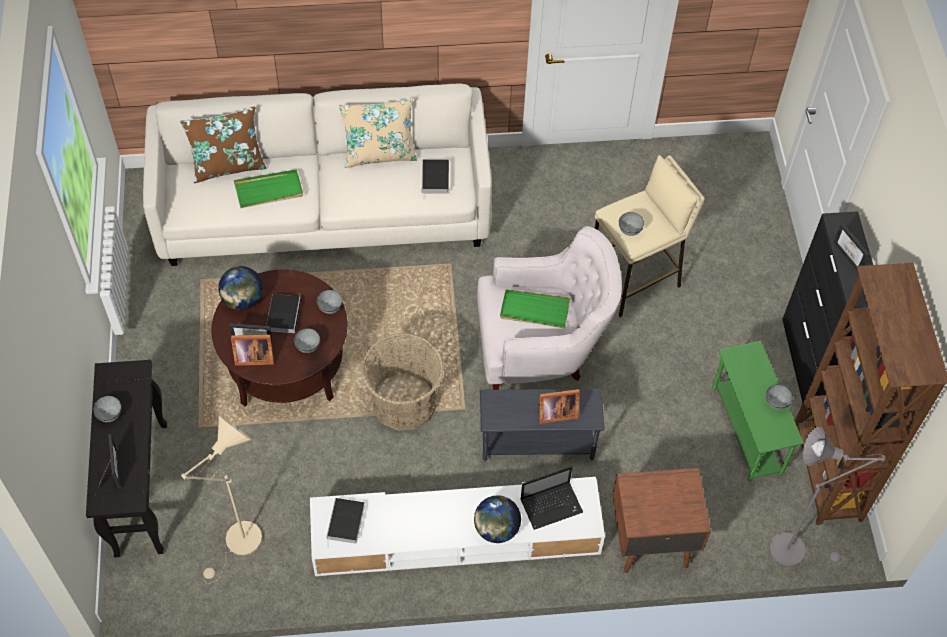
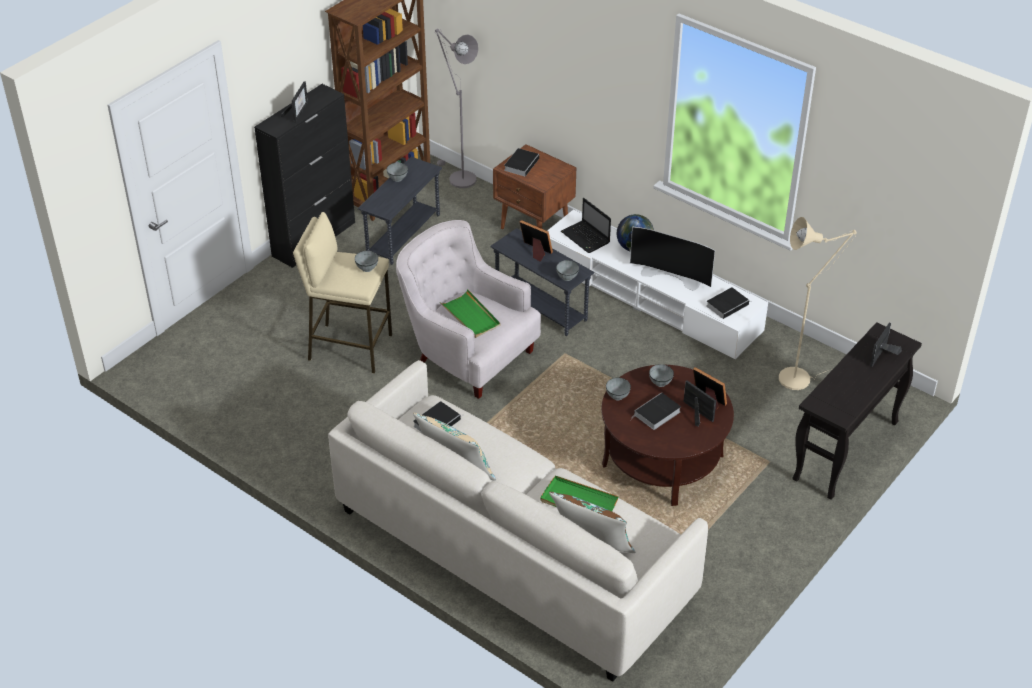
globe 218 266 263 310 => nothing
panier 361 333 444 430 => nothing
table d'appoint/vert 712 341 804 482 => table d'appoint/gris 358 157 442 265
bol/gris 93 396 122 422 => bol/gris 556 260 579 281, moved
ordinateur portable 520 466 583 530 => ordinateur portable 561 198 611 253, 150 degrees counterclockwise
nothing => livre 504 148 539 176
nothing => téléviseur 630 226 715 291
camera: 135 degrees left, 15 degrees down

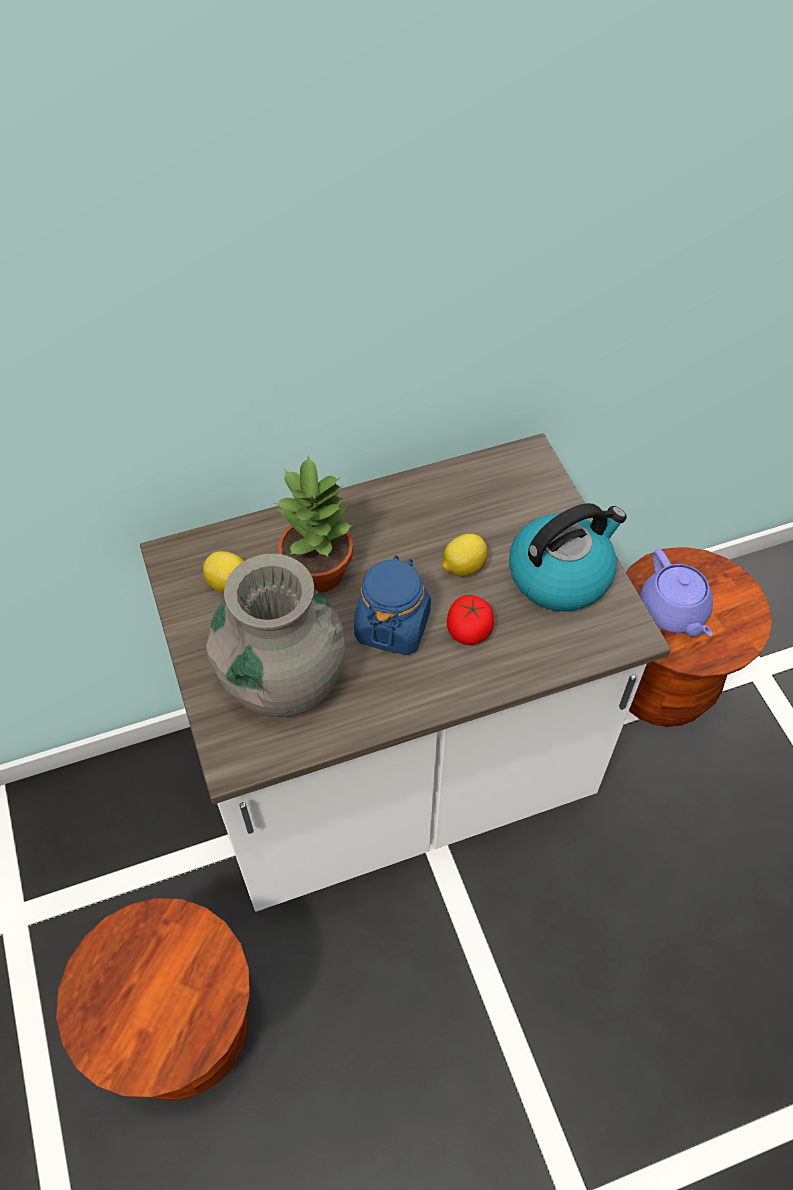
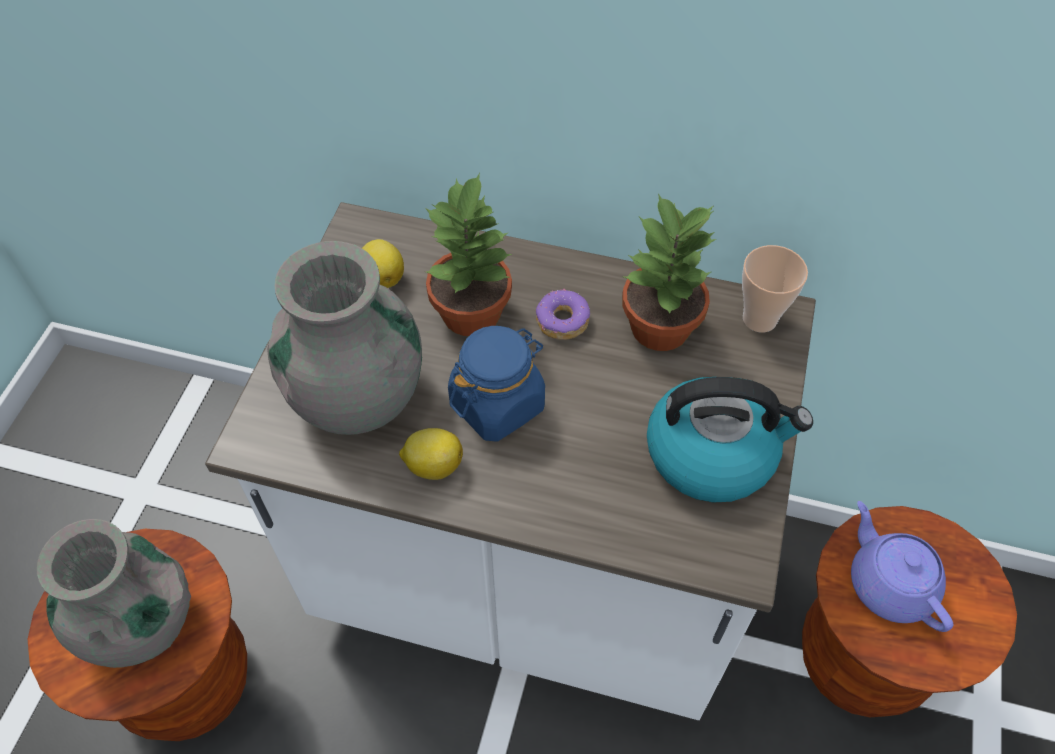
citron 442 534 488 576 => citron 399 428 463 480, moved
théière/violet 640 549 713 637 => théière/violet 851 501 953 632, 135 degrees clockwise
tomate 447 595 494 645 => nothing
nothing => plante en pot 622 194 716 351
nothing => tasse 742 245 808 333
nothing => beignet 536 289 590 340
nothing => vase/gris 37 519 191 668
camera: 35 degrees right, 0 degrees up

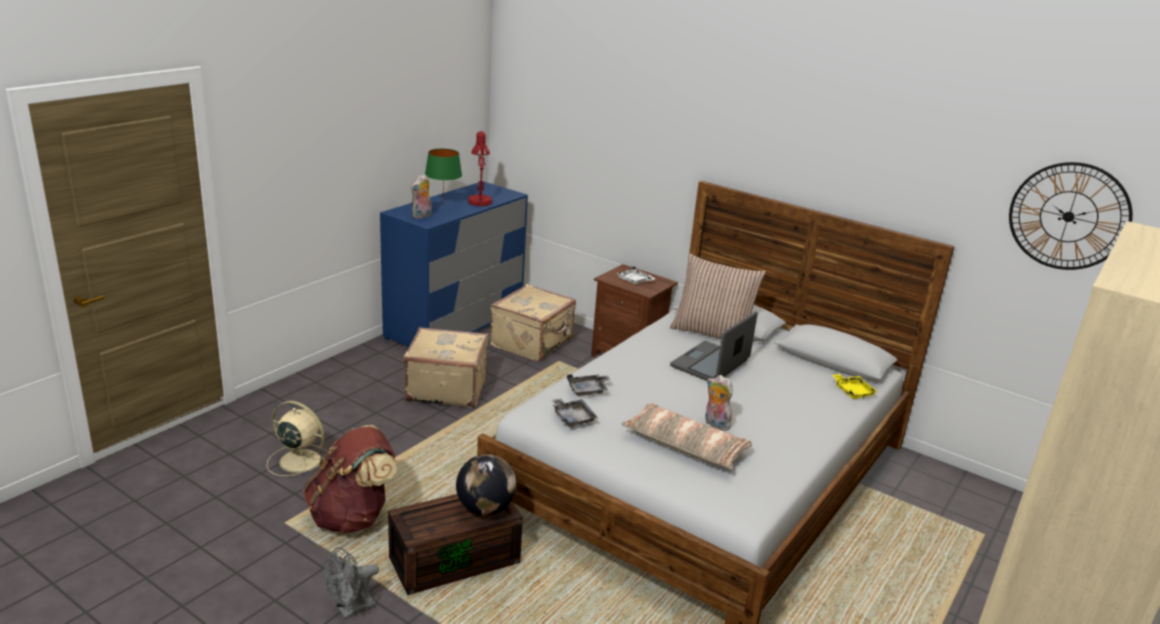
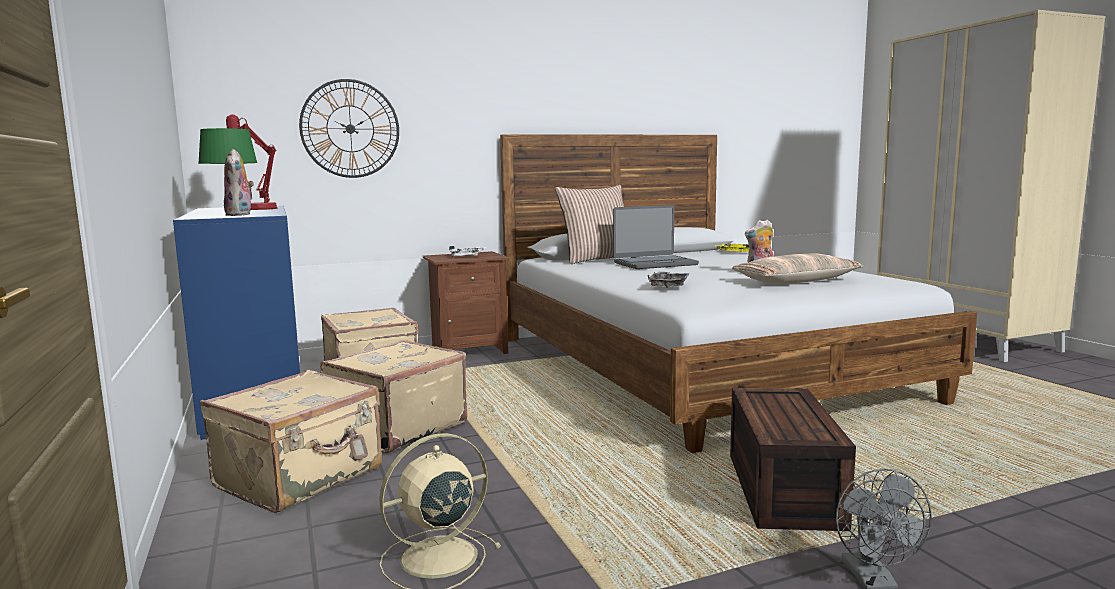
horloge murale 1009 162 1133 270 => horloge murale 299 79 399 178, moved
ordinateur portable 670 311 758 381 => ordinateur portable 613 205 699 269, 90 degrees counterclockwise
plateau/gris 551 398 598 427 => nothing
sac à dos/marron 303 425 397 533 => nothing
globe 456 454 517 516 => nothing
nothing => valise/beige 200 370 382 513
camera: 55 degrees left, 15 degrees down

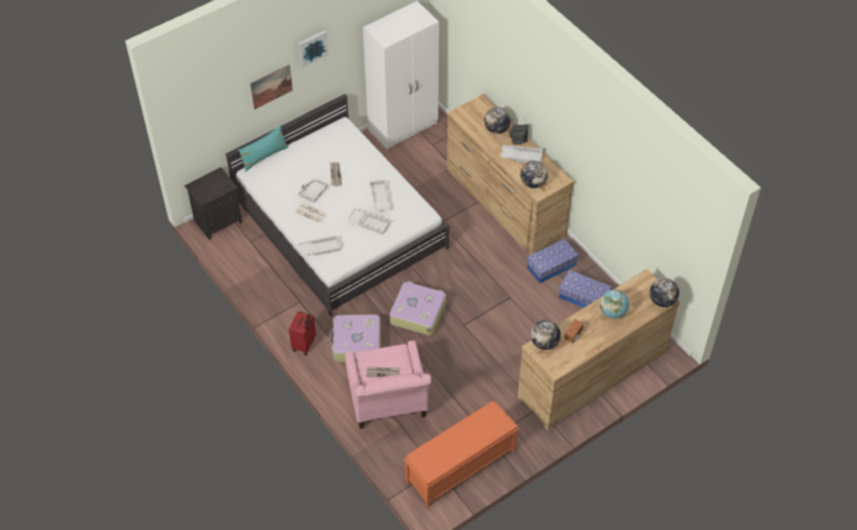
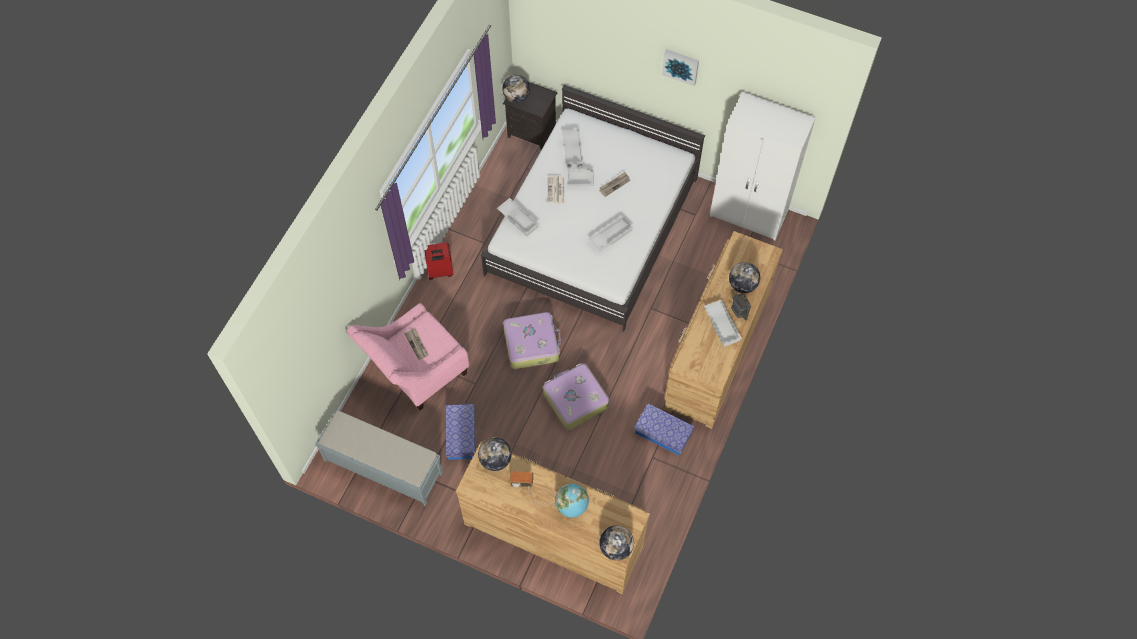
tableau 250 65 293 110 => nothing
coussin/turquoise 238 126 288 172 => nothing
globe 520 161 548 188 => globe 502 75 530 103, moved
plateau/blanc 347 208 391 235 => plateau/blanc 562 128 584 167, moved
boîte de rangement 558 270 612 308 => boîte de rangement 446 404 475 460, moved
valise 328 314 381 362 => valise 543 363 609 430, moved
banc/orange 404 401 519 508 => banc/gris 315 410 443 506
camera: 60 degrees right, 10 degrees up

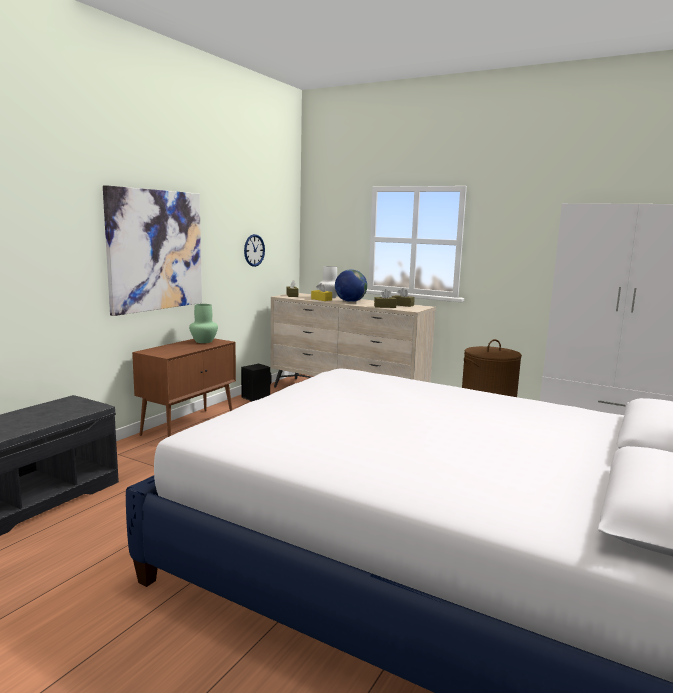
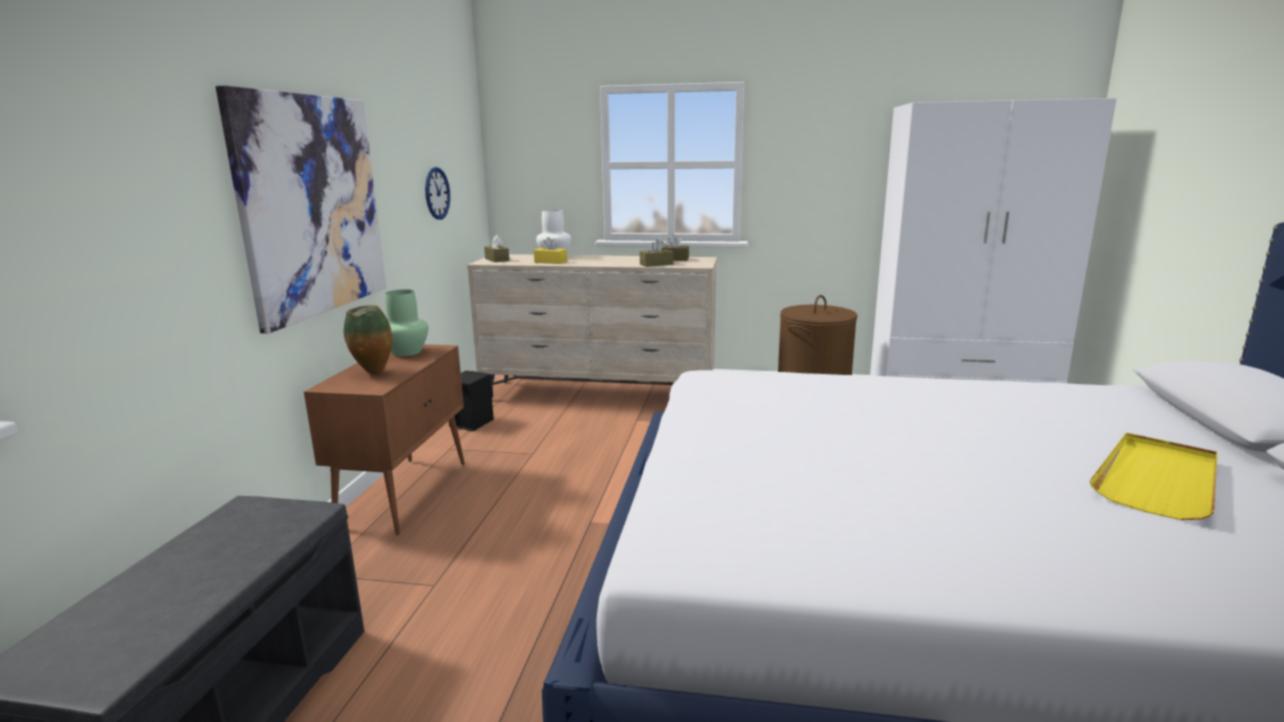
globe 335 269 367 302 => nothing
nothing => vase 343 305 392 374
nothing => plateau/jaune 1090 433 1217 520
camera: 20 degrees left, 5 degrees up

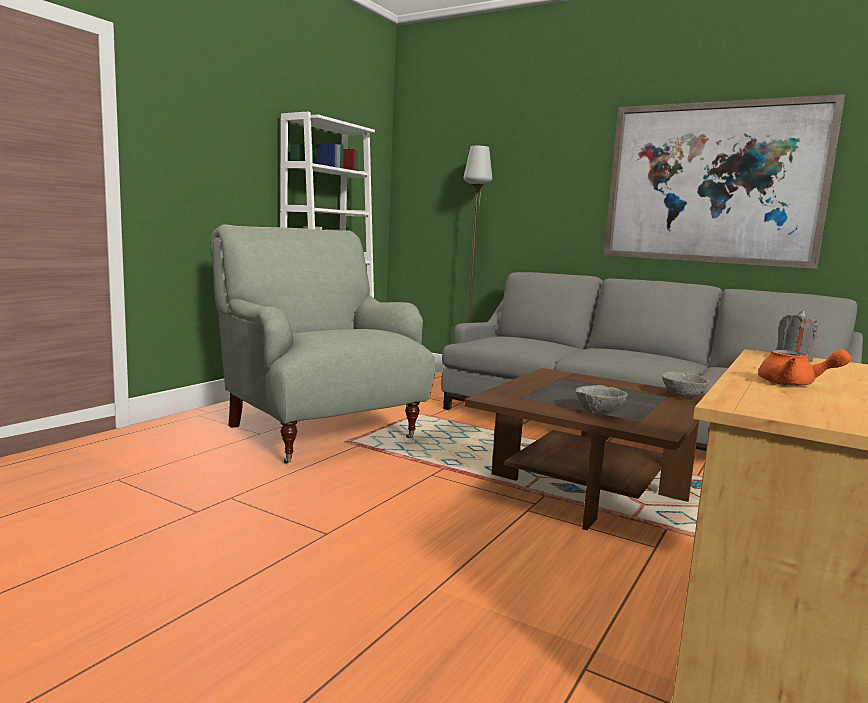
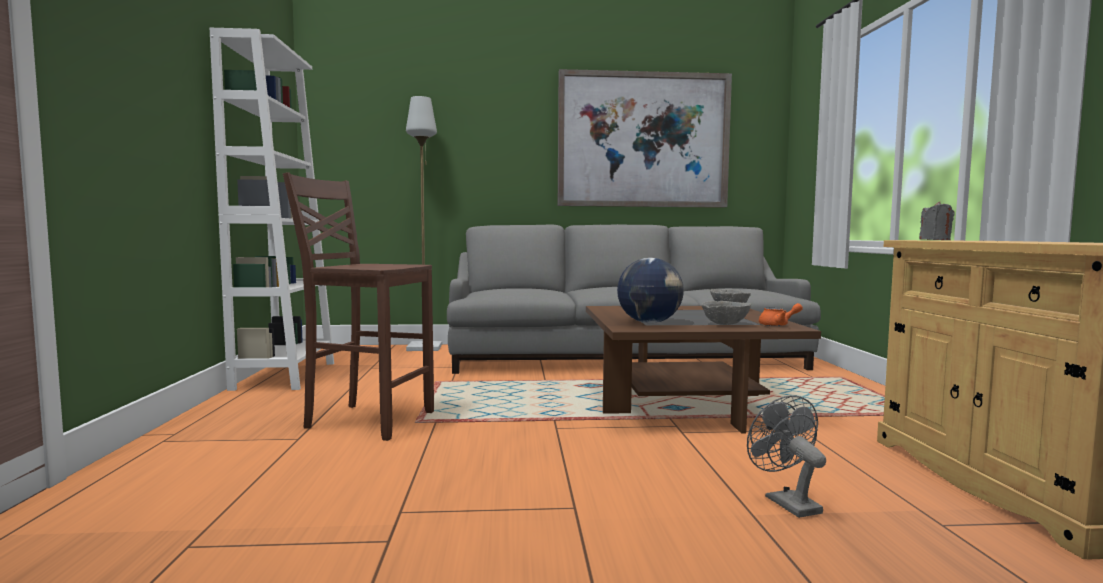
fauteuil/gris 209 225 435 464 => tabouret/marron 283 172 434 441
théière/orange 758 349 851 386 => théière/orange 759 303 803 326, moved
nothing => globe 617 258 684 323
nothing => ventilateur/gris 747 396 826 518
camera: 35 degrees left, 5 degrees down

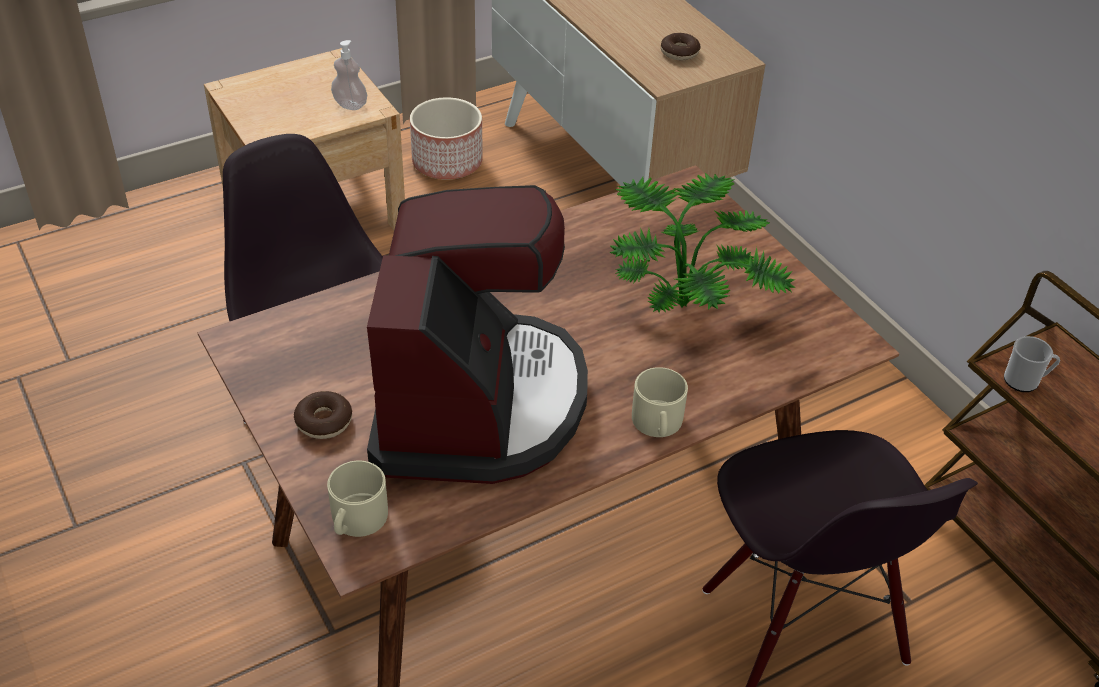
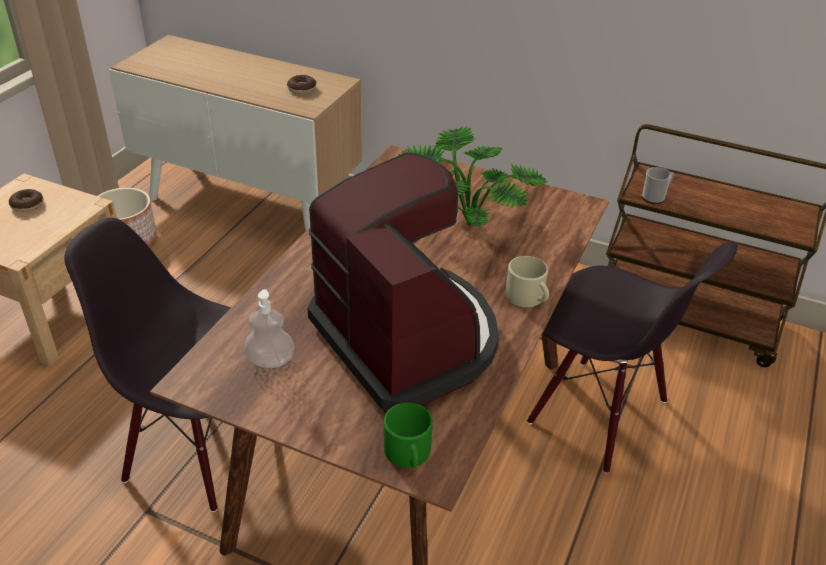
distributeur de savon 331 40 367 110 => distributeur de savon 244 289 294 368, moved
beignet 294 391 352 439 => beignet 9 189 43 212, moved
mug/beige 327 461 388 537 => mug/vert 384 403 433 468
camera: 35 degrees left, 5 degrees down

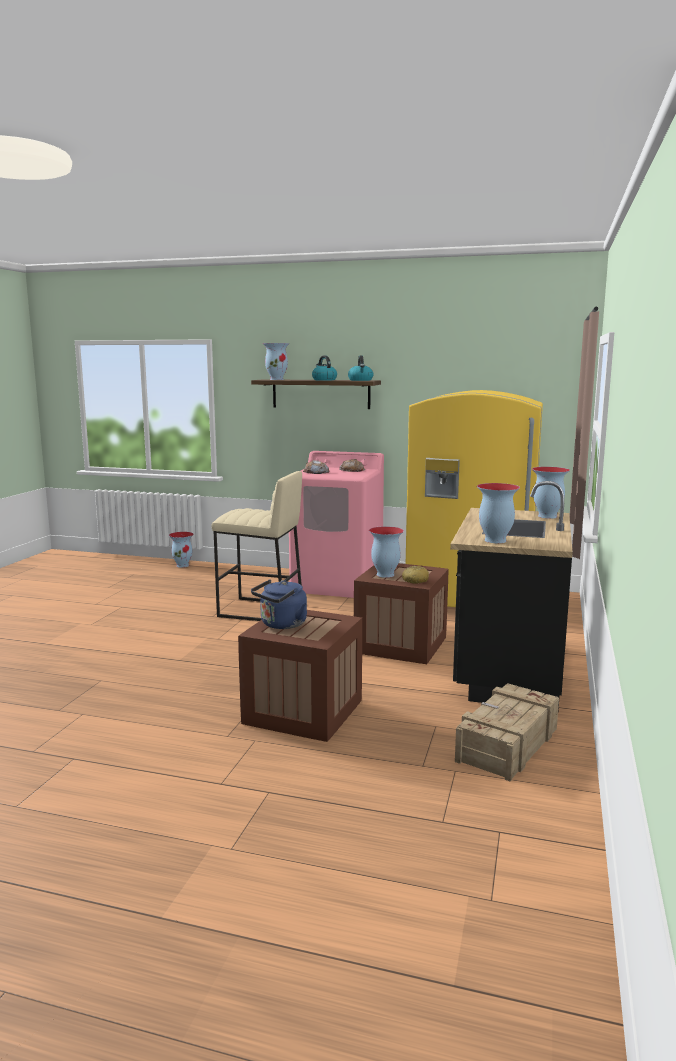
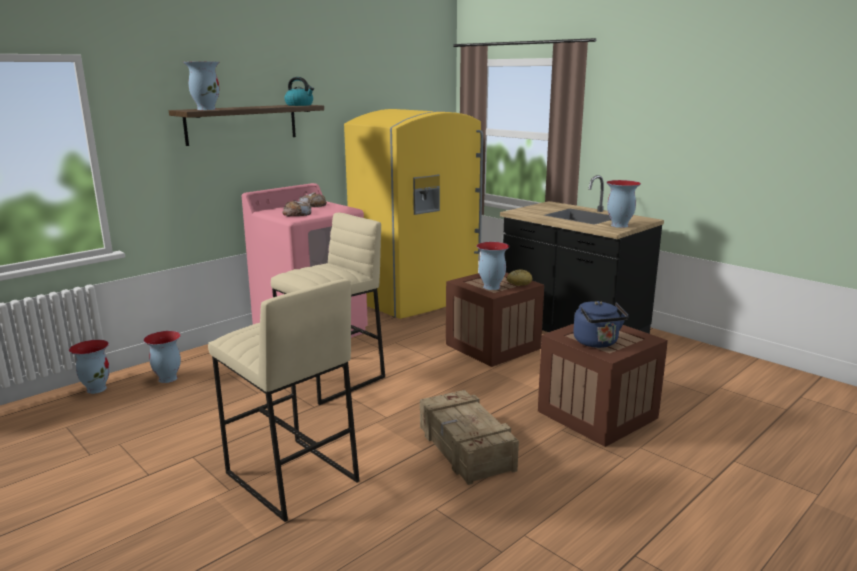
bouilloire 312 355 337 380 => nothing
vase 532 467 570 519 => vase 143 331 181 383, moved
caisse 455 683 559 782 => caisse 420 390 519 485, moved
nothing => tabouret/beige 208 279 359 522
camera: 60 degrees left, 5 degrees up

